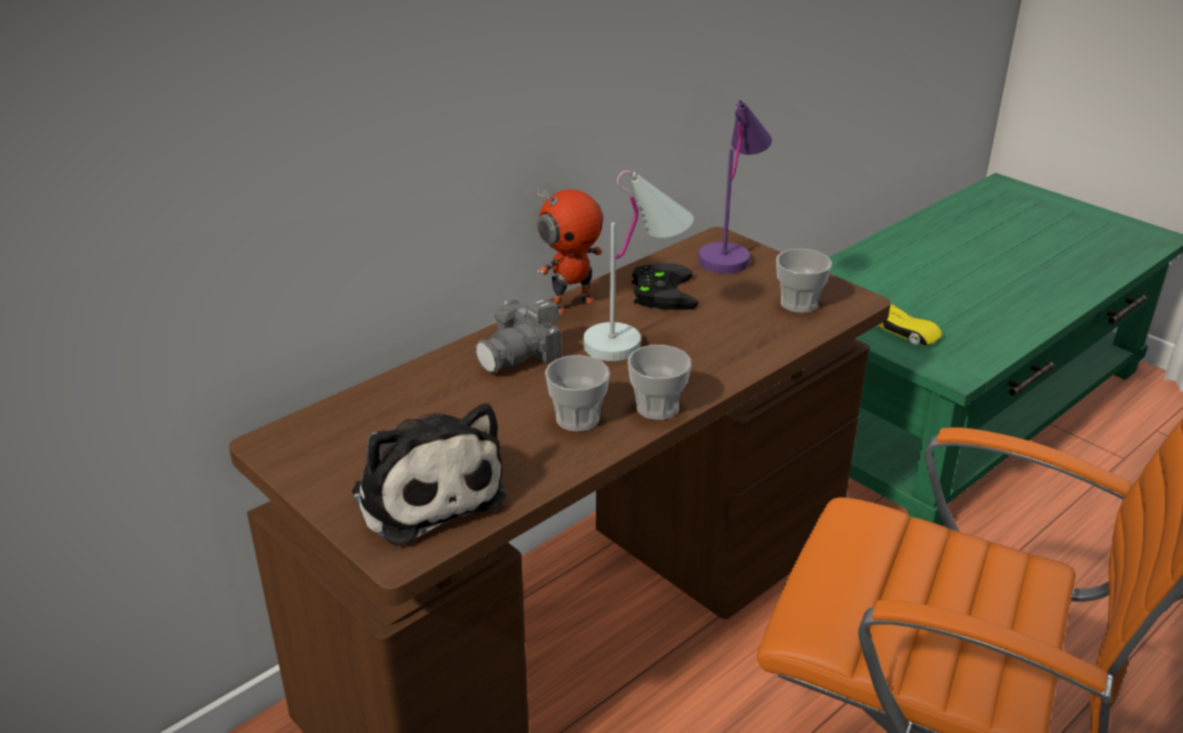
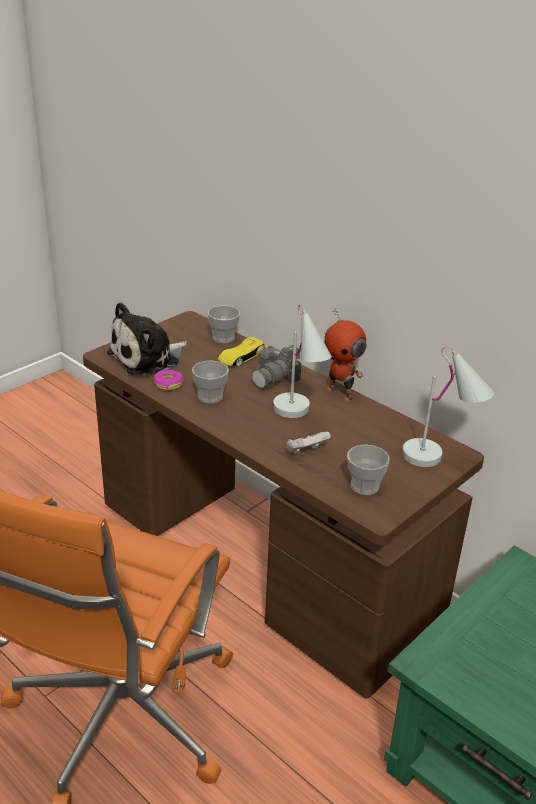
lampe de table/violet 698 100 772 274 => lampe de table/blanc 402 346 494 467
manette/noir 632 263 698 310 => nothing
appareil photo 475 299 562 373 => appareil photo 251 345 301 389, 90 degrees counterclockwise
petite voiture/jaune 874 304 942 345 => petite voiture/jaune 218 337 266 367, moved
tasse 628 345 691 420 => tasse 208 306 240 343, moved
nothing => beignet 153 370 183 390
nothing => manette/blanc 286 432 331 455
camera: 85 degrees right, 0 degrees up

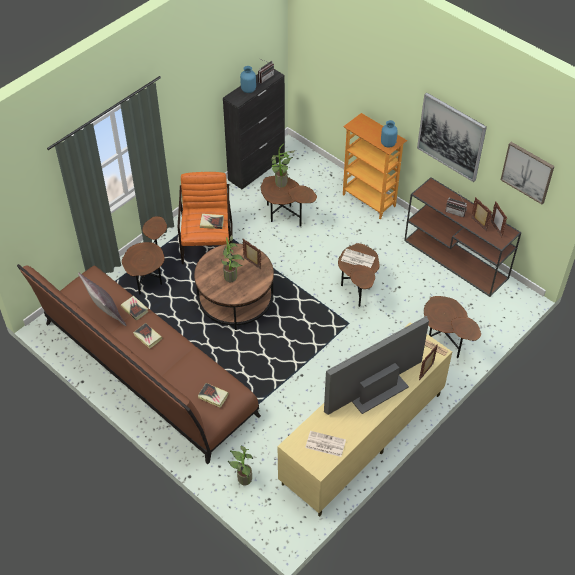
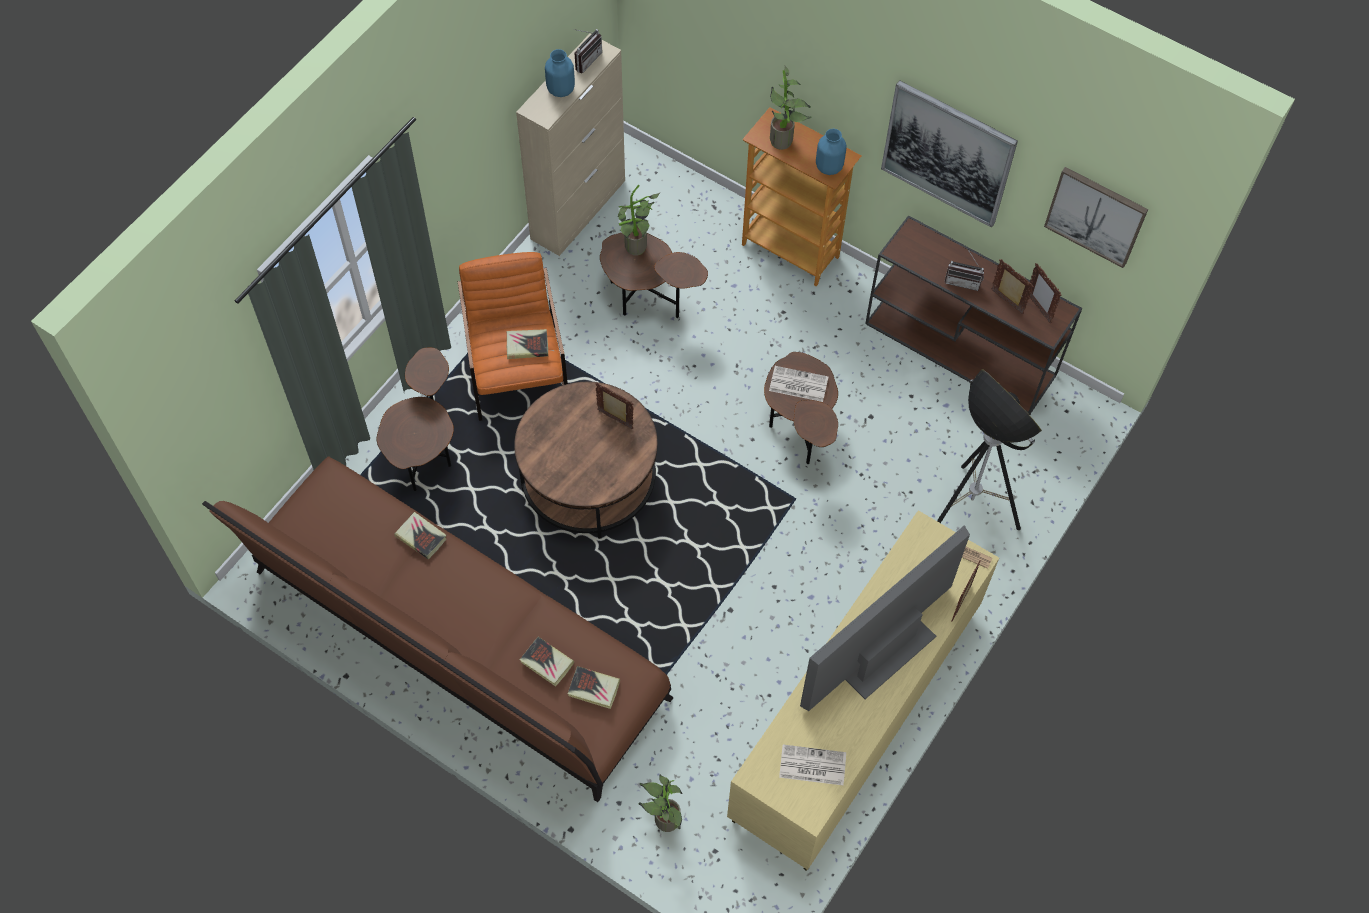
meuble de rangement/noir 223 69 285 189 => meuble de rangement/beige 516 34 625 256
plante en pot 221 235 244 282 => plante en pot 770 65 811 150, moved
coussin/gris 78 273 127 326 => nothing
table d'appoint/marron 424 296 481 358 => lampadaire 937 369 1042 530
livre 133 323 162 349 => livre 520 637 574 687, moved
camera: 10 degrees left, 10 degrees up

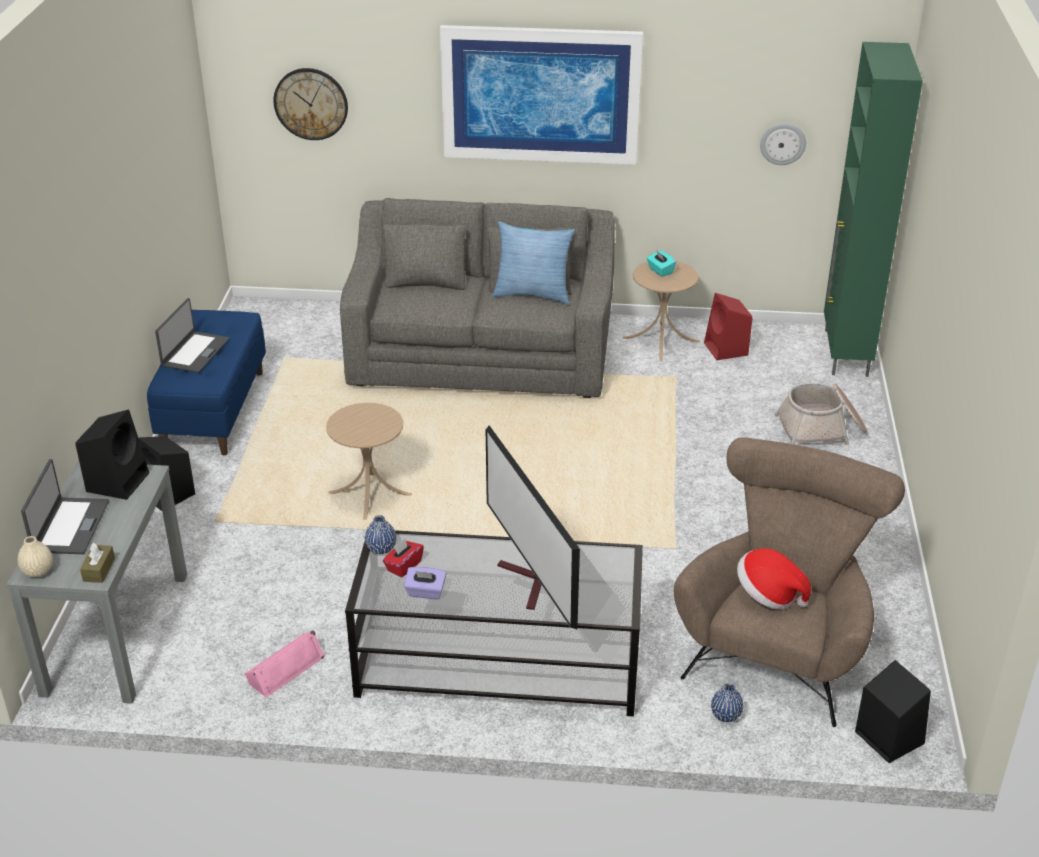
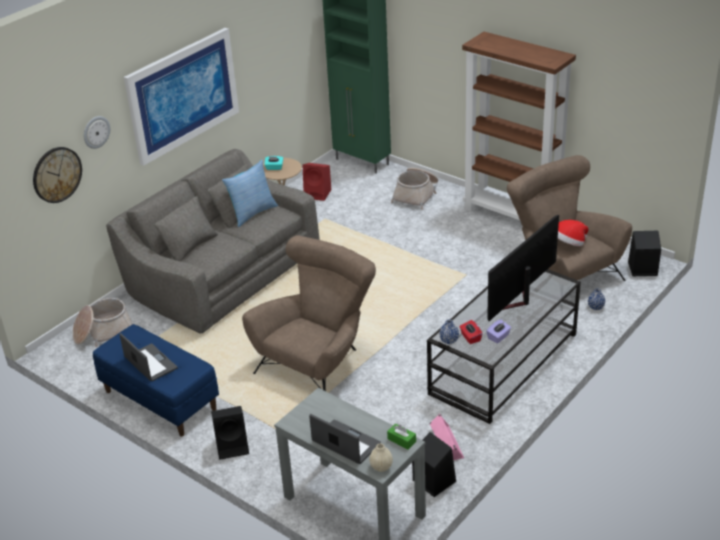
horloge murale 760 123 806 165 => horloge murale 84 116 110 149, moved
table d'appoint/beige 326 403 412 520 => fauteuil/marron 242 235 376 391
enceinte/noir 75 409 149 500 => enceinte/noir 412 432 456 497, moved
téléviseur 486 425 580 629 => téléviseur 487 215 559 321, 120 degrees clockwise
boîte à mouchoirs/marron 80 543 115 583 => boîte à mouchoirs/vert 387 424 416 450
nothing => bibliothèque/marron 462 32 576 220
nothing => panier 73 298 132 347
camera: 55 degrees left, 0 degrees up

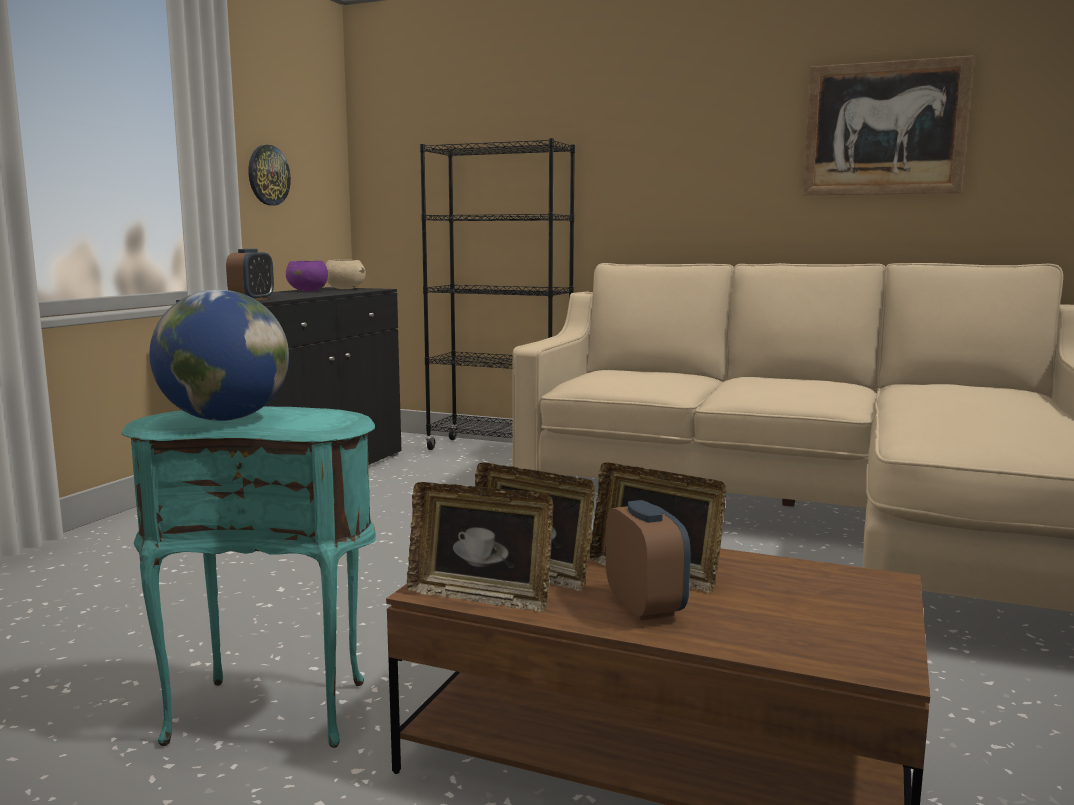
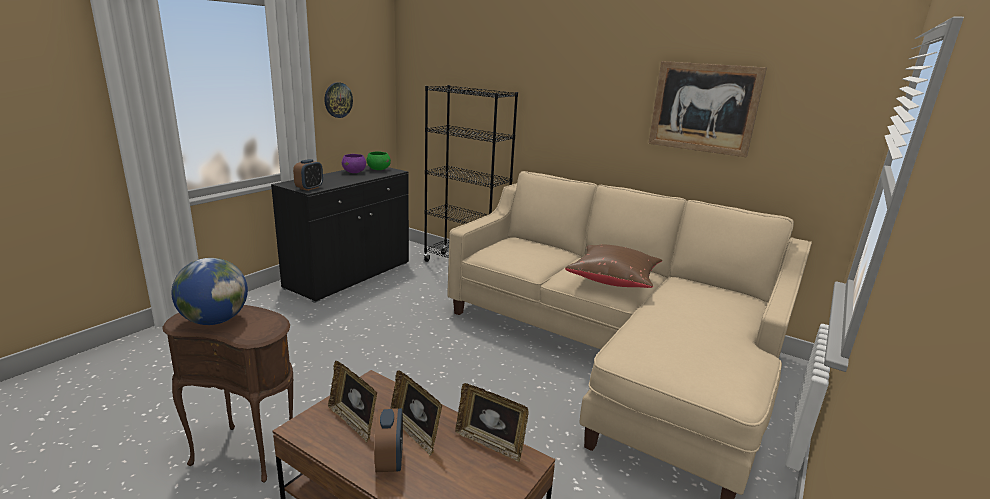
bol/beige 326 260 366 289 => bol/vert 366 151 391 170
table d'appoint/turquoise 122 406 376 748 => table d'appoint/marron 162 305 293 483
cadre photo 407 482 553 612 => cadre photo 455 383 529 462, moved
nothing => coussin/marron 565 245 662 288
camera: 10 degrees right, 10 degrees up

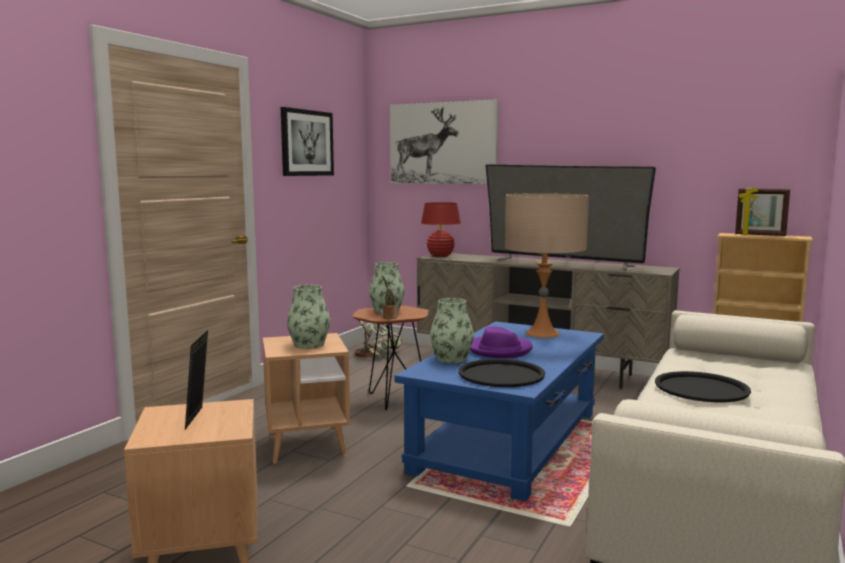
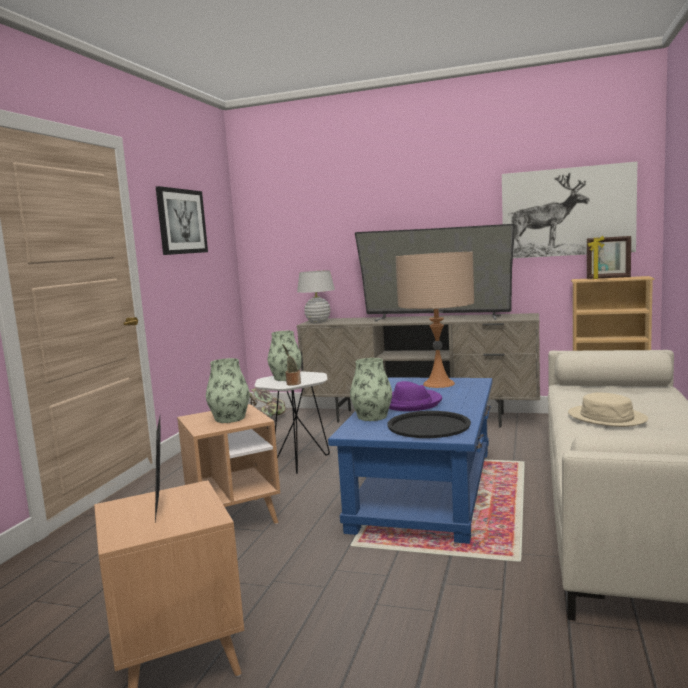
tableau 390 99 498 184 => tableau 502 162 637 258, moved
lampe de table/rouge 421 202 461 257 => lampe de table/blanc 297 270 335 323
table d'appoint/marron 352 306 430 410 => table d'appoint/blanc 254 371 330 474
plateau/noir 655 371 751 402 => chapeau/beige 568 392 648 427
camera: 10 degrees left, 0 degrees up

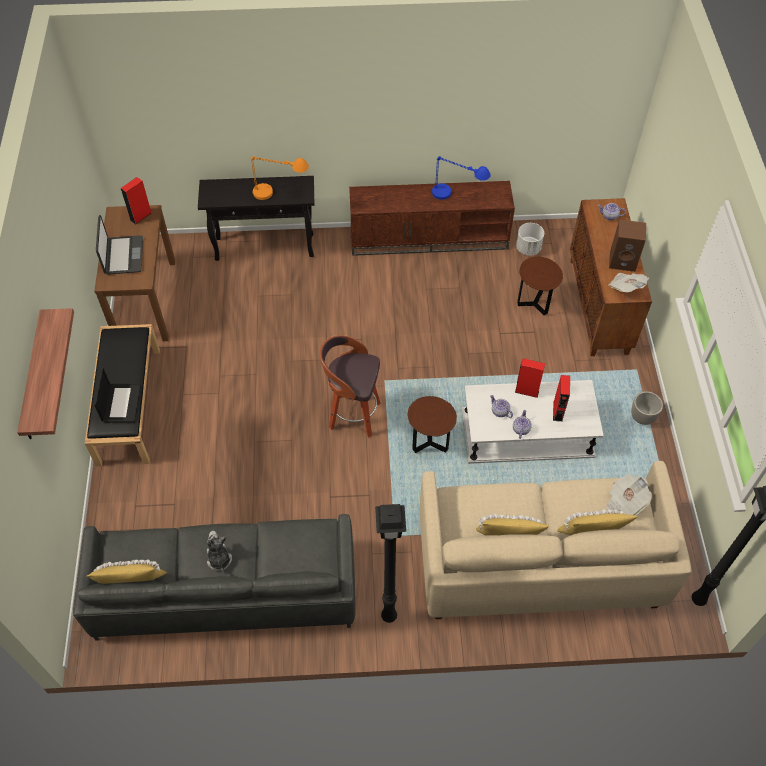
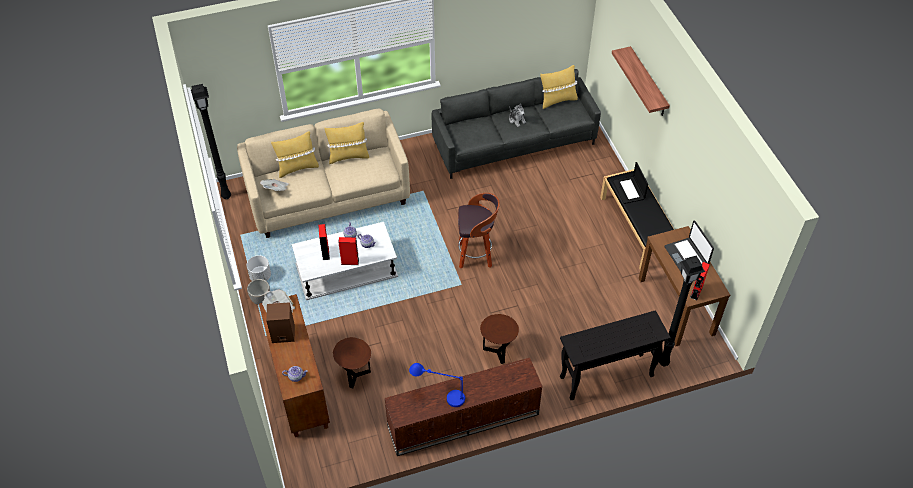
lampe de table/orange 251 156 309 200 => nothing
cache-pot/blanc 516 223 544 256 => cache-pot/blanc 247 255 271 281, moved
table d'appoint/marron 407 396 457 453 => table d'appoint/marron 480 314 519 364, moved
lampadaire/noir 375 504 406 623 => lampadaire/noir 659 255 705 366, moved
camera: 165 degrees right, 5 degrees down

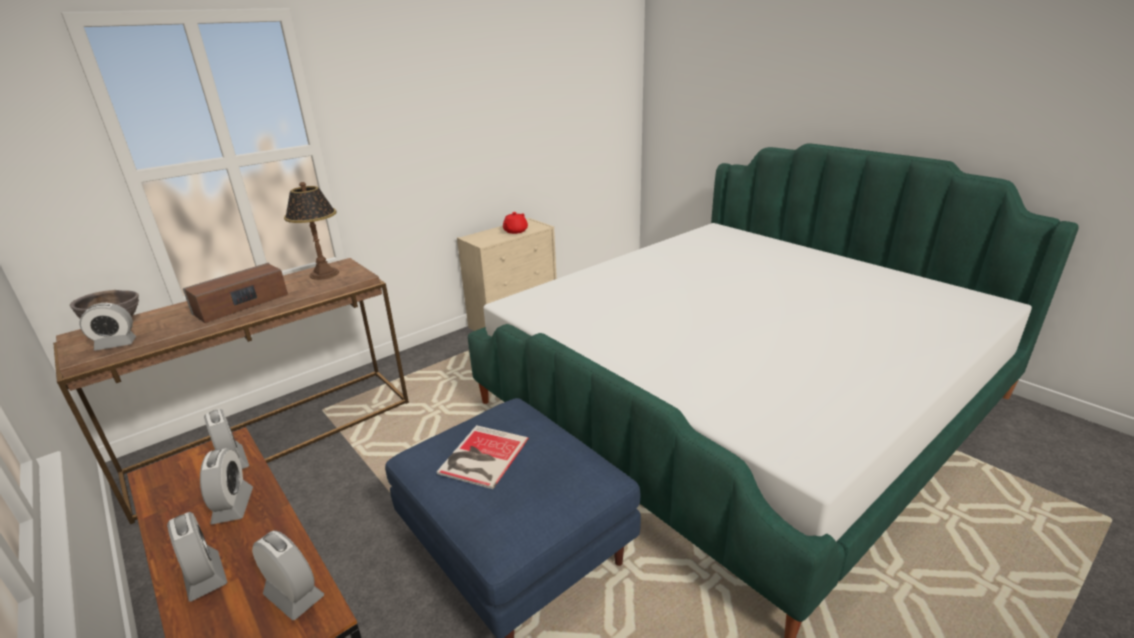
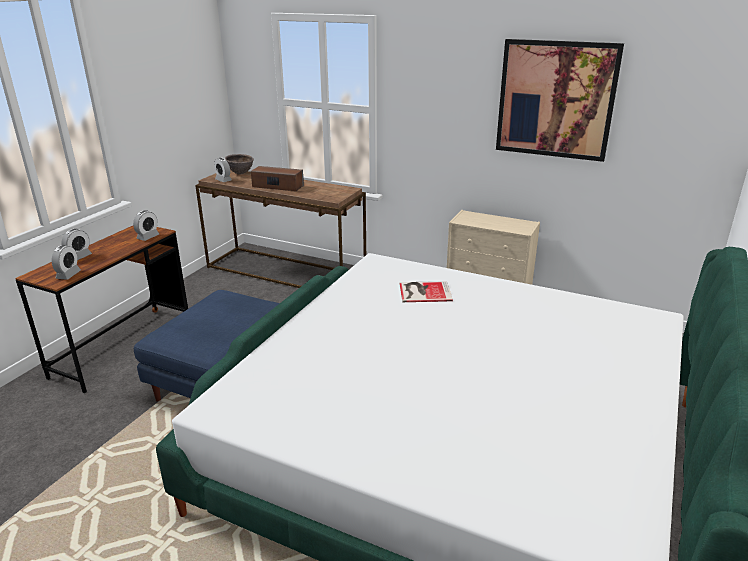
lampe de table 284 182 339 280 => nothing
théière/rouge 503 212 528 234 => nothing
livre 437 425 529 489 => livre 399 281 453 302, moved
réveil 200 448 253 525 => nothing
nothing => tableau 496 39 624 162
camera: 65 degrees right, 0 degrees up

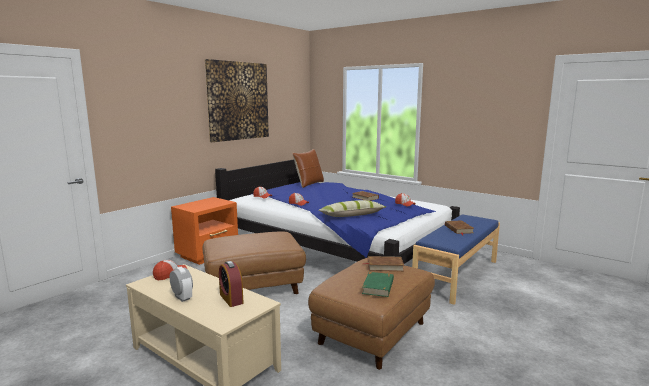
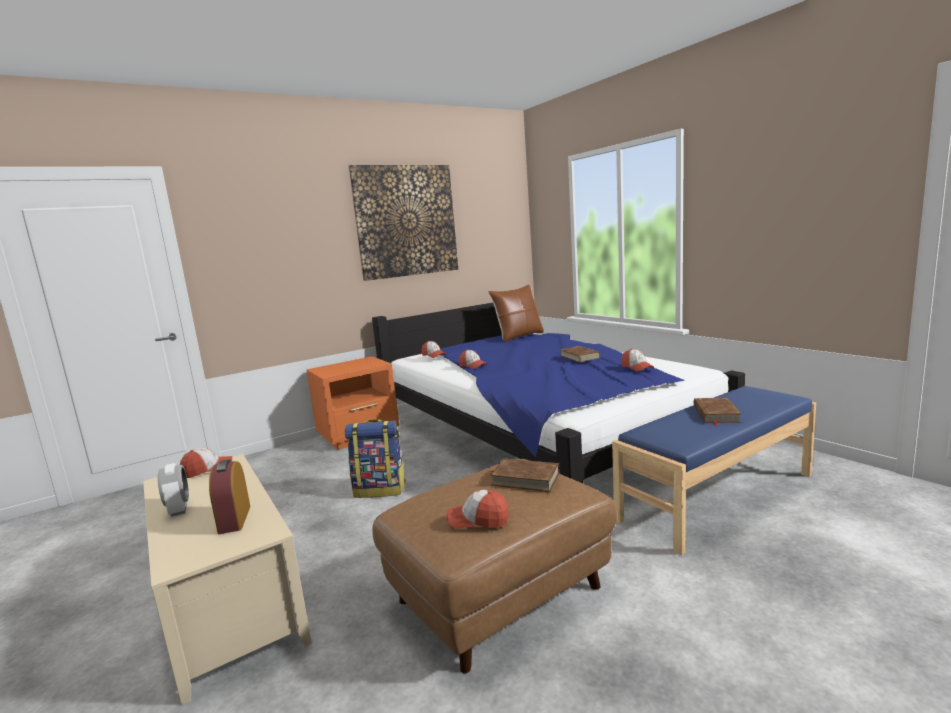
coussin 318 200 386 217 => nothing
pouf/marron 203 232 306 294 => sac à dos 345 419 406 498
livre/vert 362 272 394 297 => casquette 447 490 509 529
camera: 20 degrees right, 0 degrees up

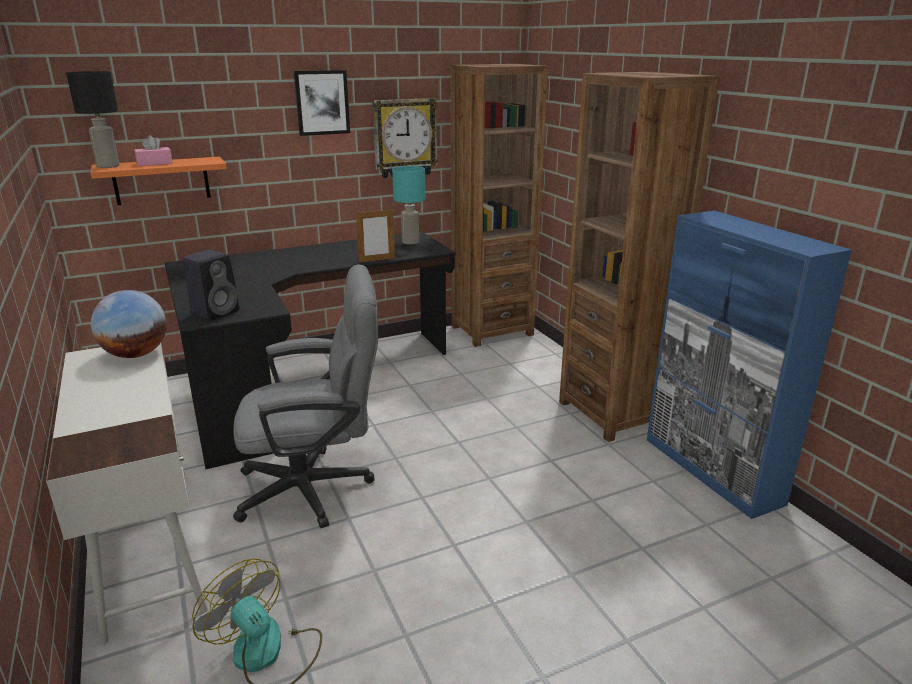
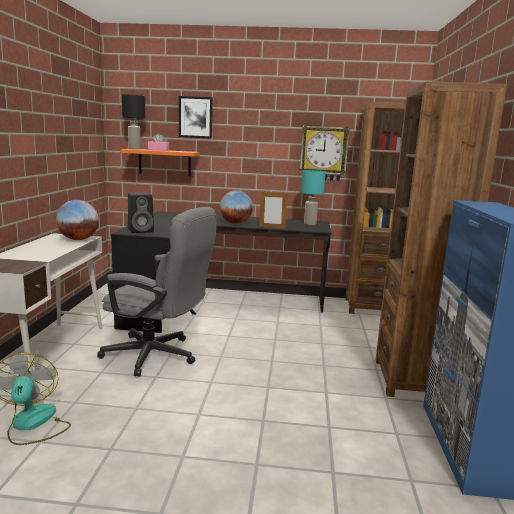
tableau 294 70 350 136 => tableau 179 96 213 139, moved
nothing => globe 220 190 253 224
camera: 30 degrees right, 10 degrees down

